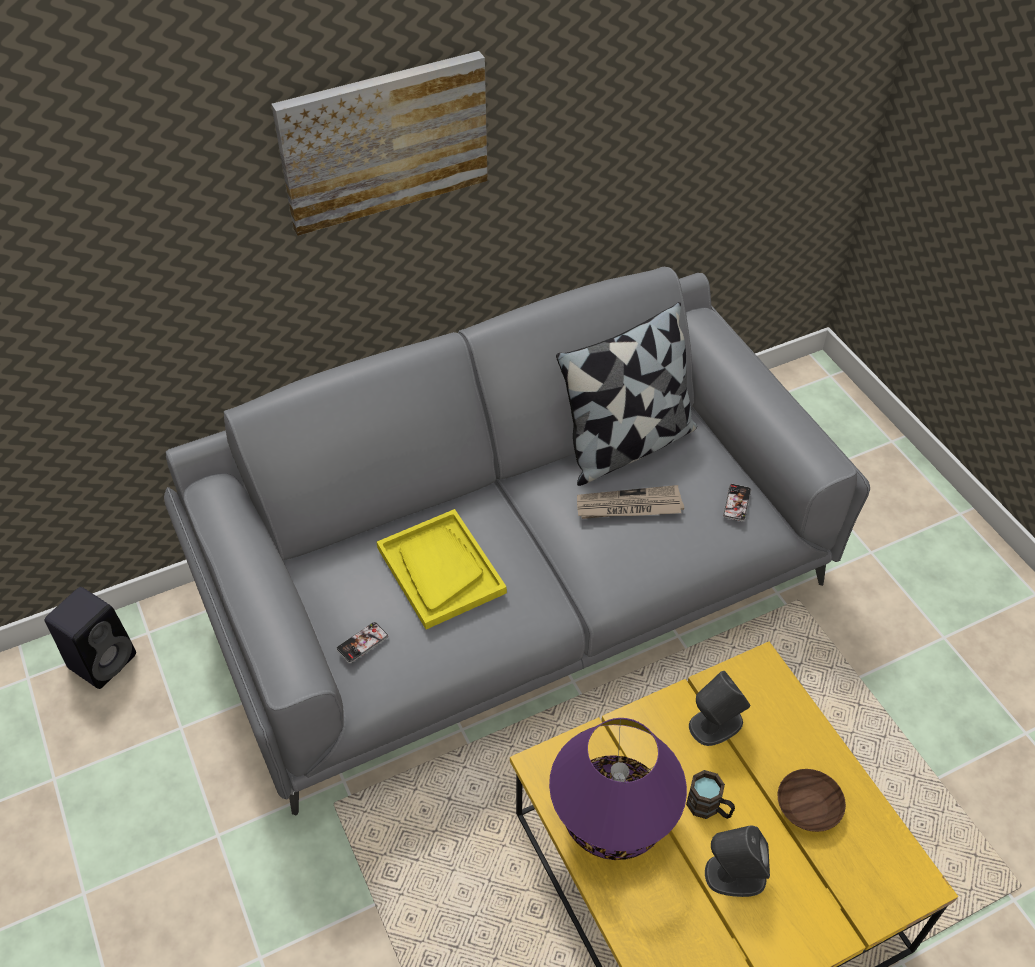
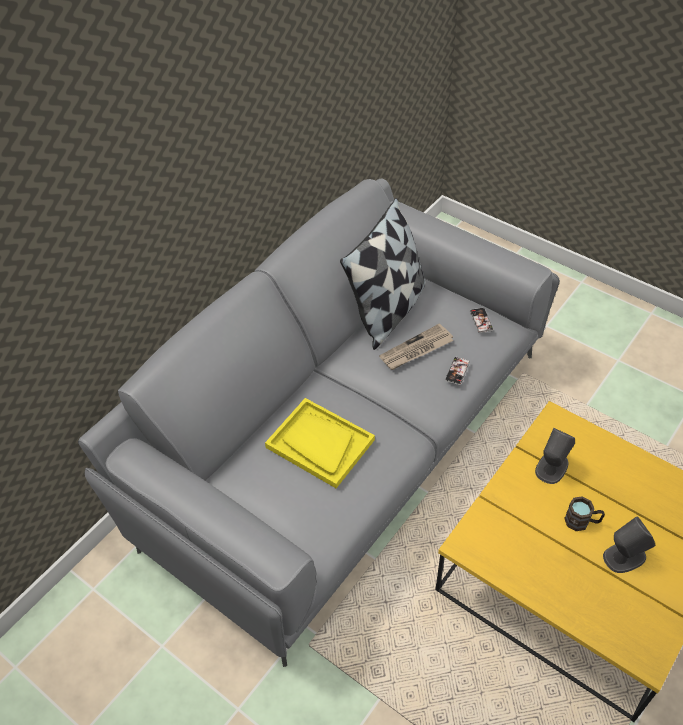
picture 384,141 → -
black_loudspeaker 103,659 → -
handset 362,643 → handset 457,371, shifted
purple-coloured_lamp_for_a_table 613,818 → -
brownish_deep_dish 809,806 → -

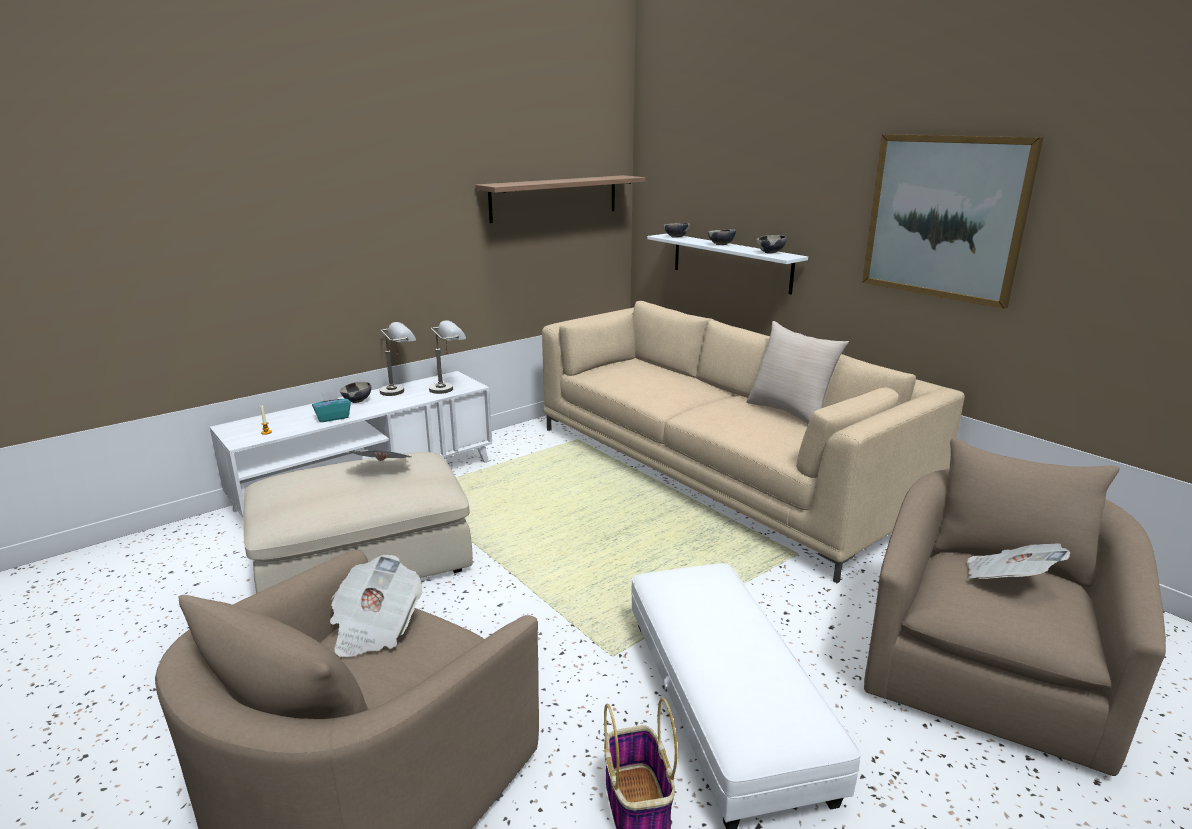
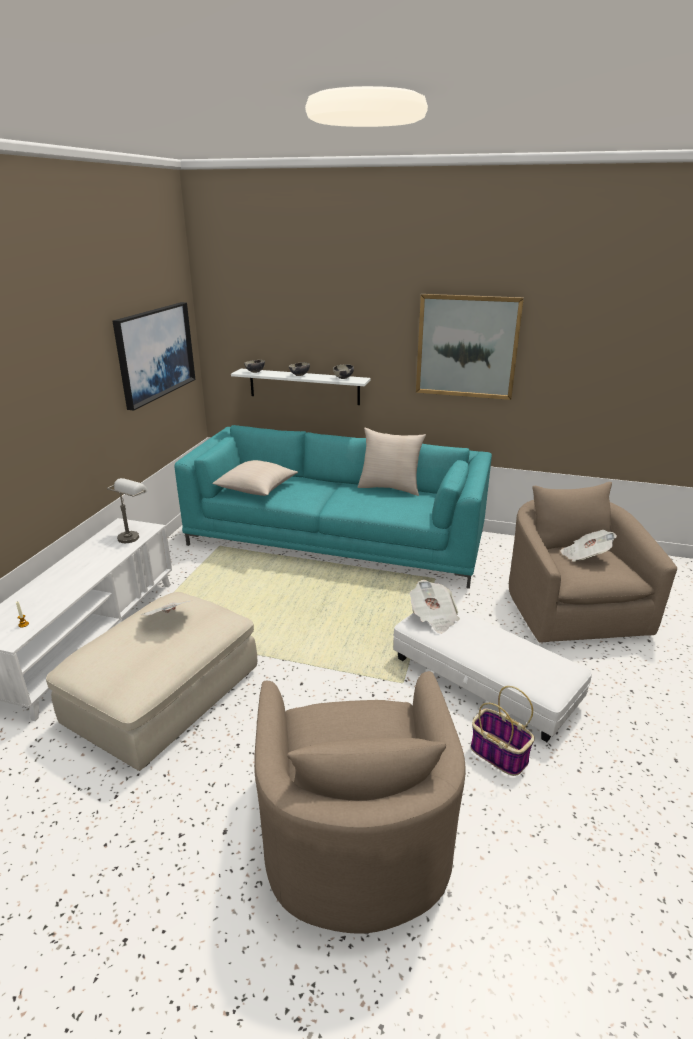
bracket_shelf 554,198 → picture 155,353
sand-coloured_sofa 716,470 → turquoise_sofa 336,539
grey_lamp_for_a_table 400,390 → -
deep_dish 357,401 → -
turquoise_tissue_holder 333,417 → -
printed_paper 375,627 → printed_paper 433,617, shifted
- → sand-coloured_pillow 256,488

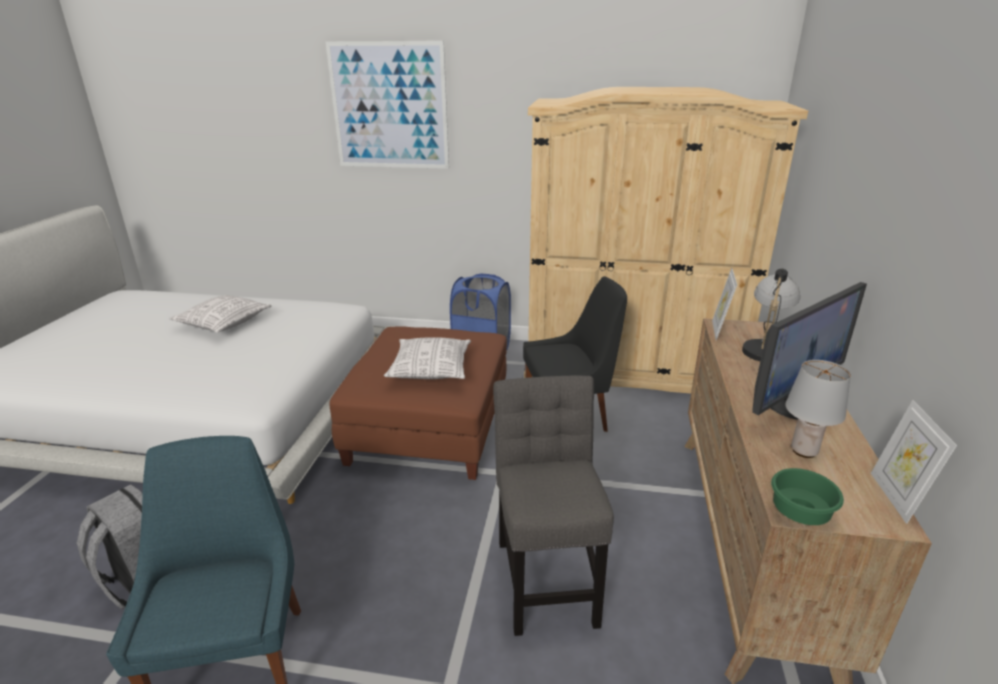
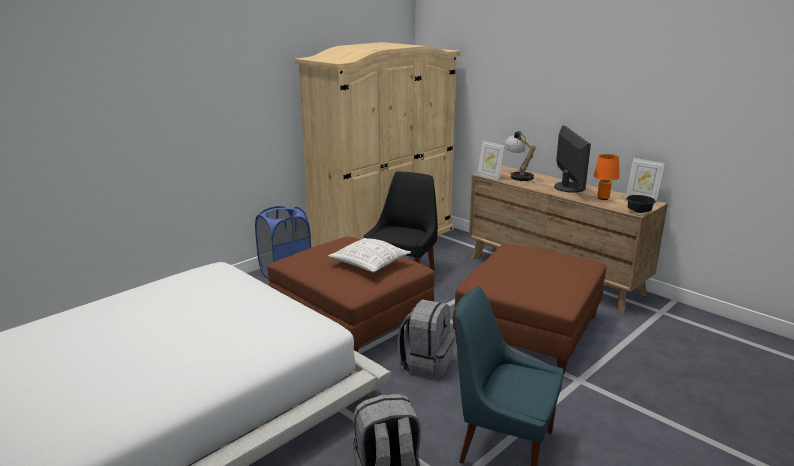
picture 389,106 → -
pillow 224,323 → -
grey_lamp_for_a_table 804,451 → orange-coloured_lamp_for_a_table 603,198
grey_upright_chair 547,575 → brownish_footrest 528,329
green_deep_dish 798,511 → black_deep_dish 638,211
- → grey_rucksack 426,364

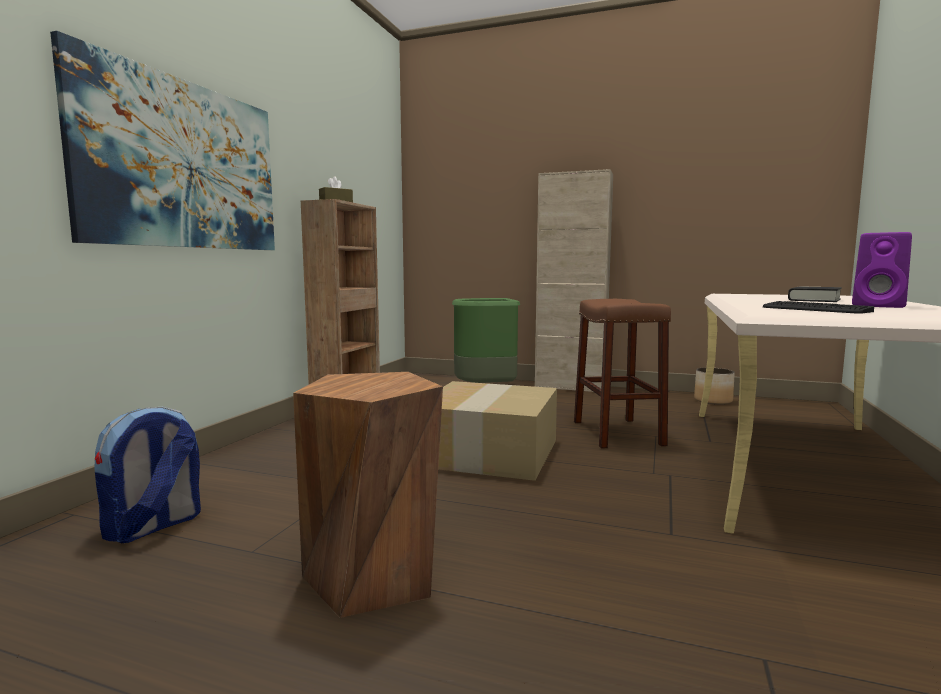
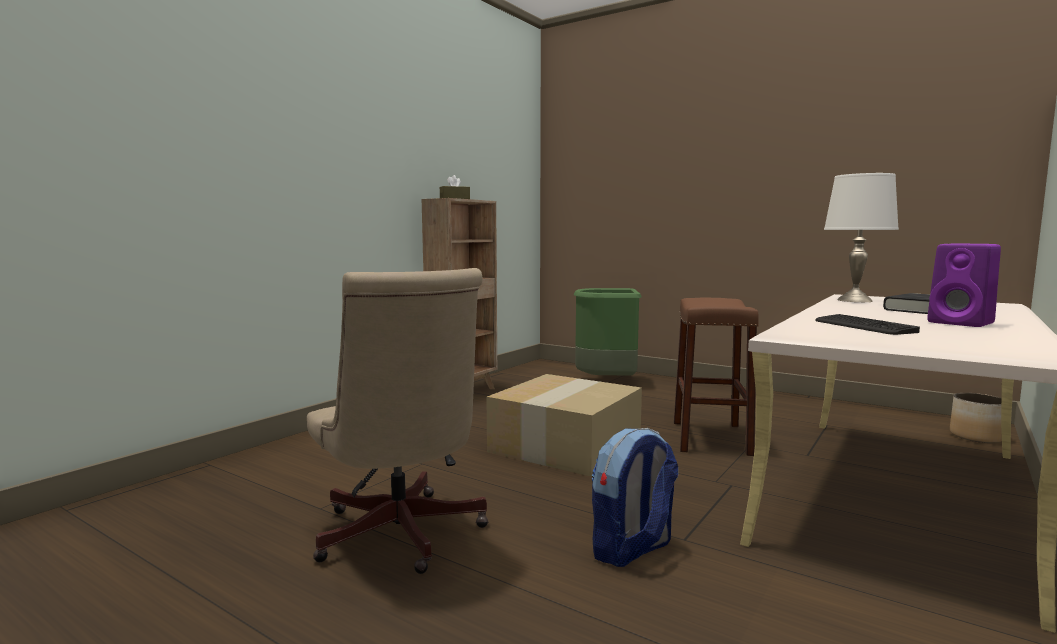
picture 184,165 → -
sand-coloured_storage_cabinet 570,387 → -
plant_pot 713,401 → plant_pot 977,436, shifted
brownish_stool_seat 374,574 → sand-coloured_computer_chair 401,538
rucksack 153,526 → rucksack 632,550, shifted
- → white-coloured_lamp_for_a_table 855,300

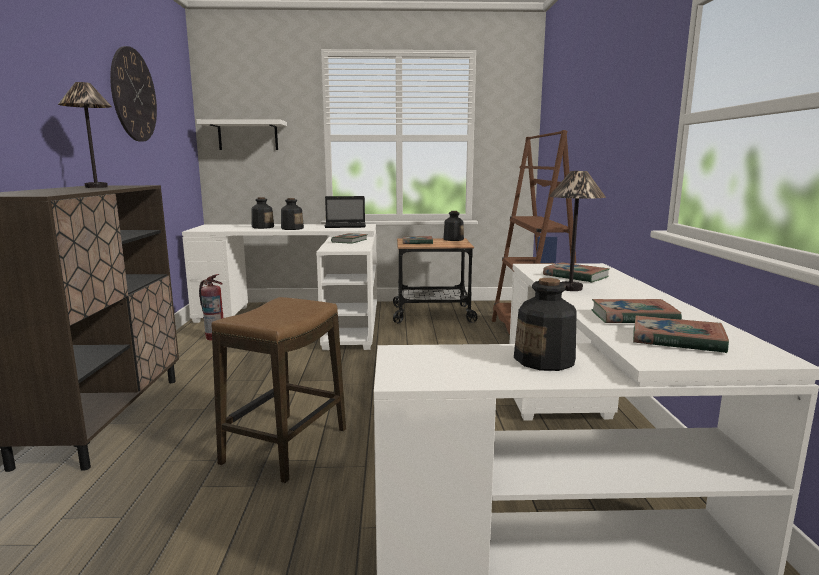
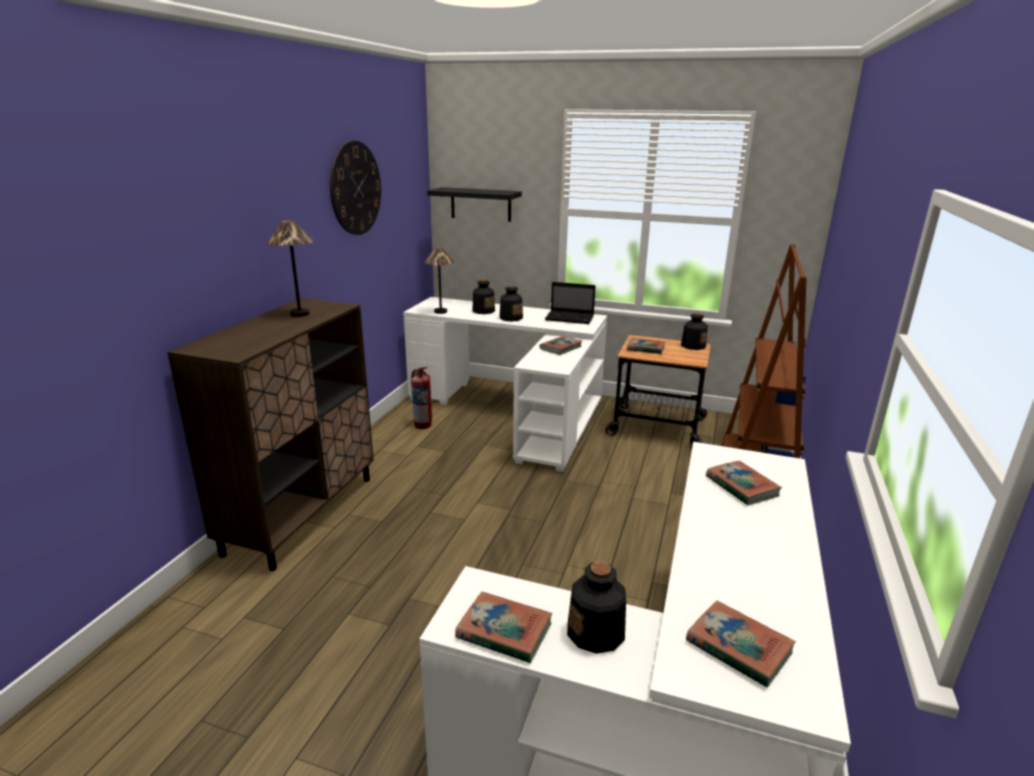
white-coloured_bracket_shelf 248,135 → black_bracket_shelf 481,204
lamp_for_a_table 570,288 → lamp_for_a_table 441,311, shifted
stool_seat 285,446 → -
volume 633,317 → volume 504,631, shifted

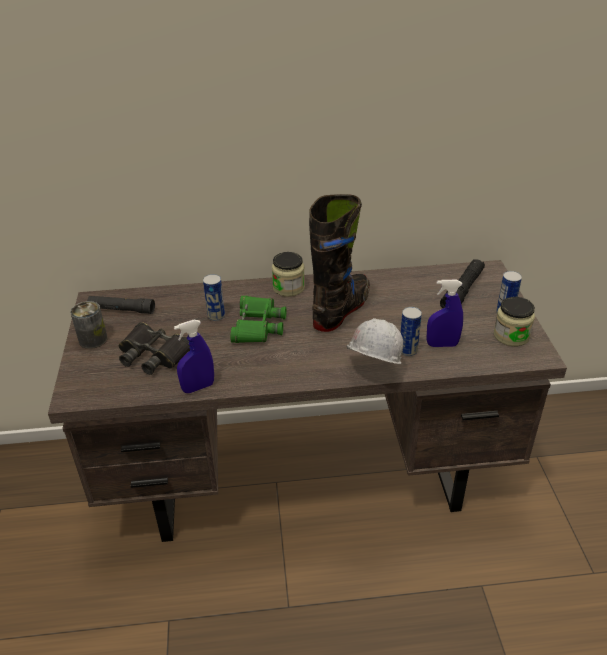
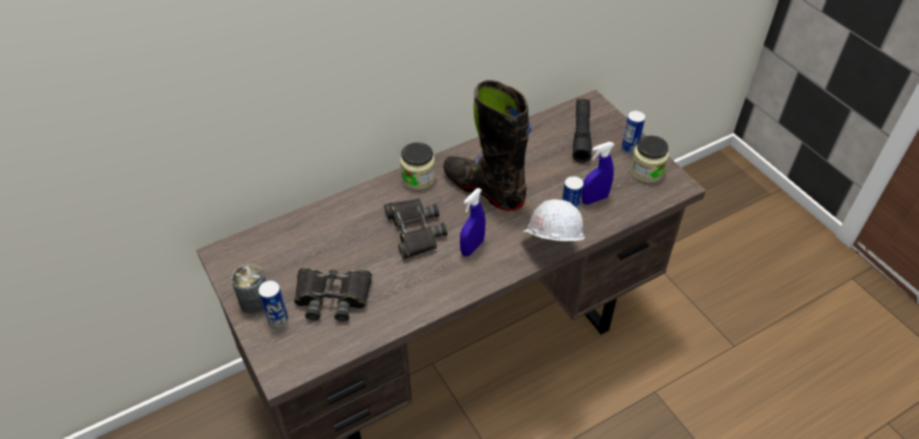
black_tall_boot 341,310 → black_tall_boot 484,189, 60 degrees counterclockwise
can 216,316 → can 278,320, shifted
black_hand_torch 121,310 → -
green_pair_of_binoculars 257,325 → black_pair_of_binoculars 414,231
bluish_sprayer 198,387 → bluish_sprayer 472,247, shifted

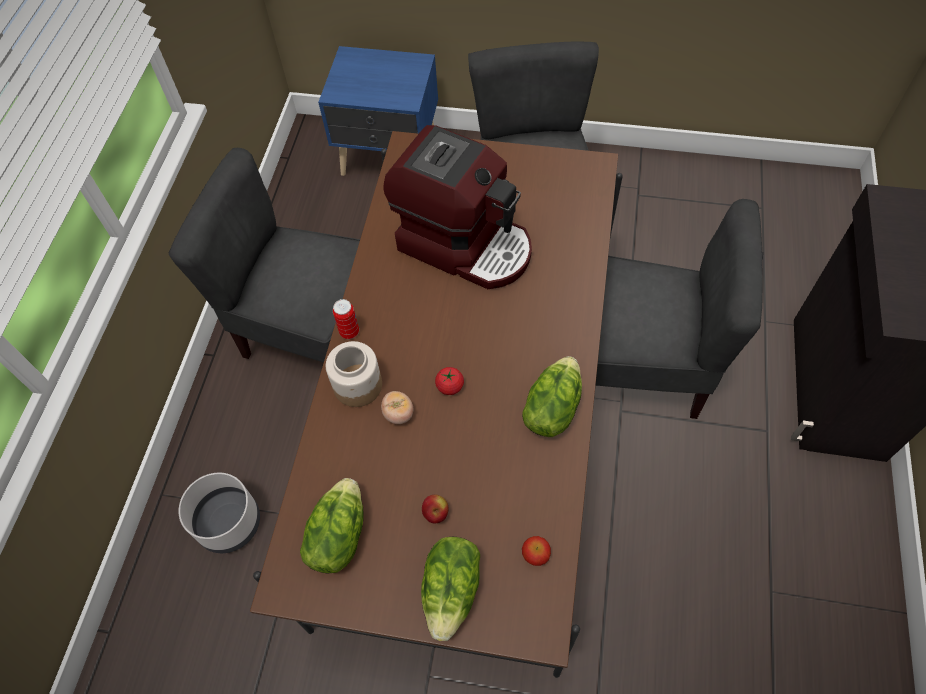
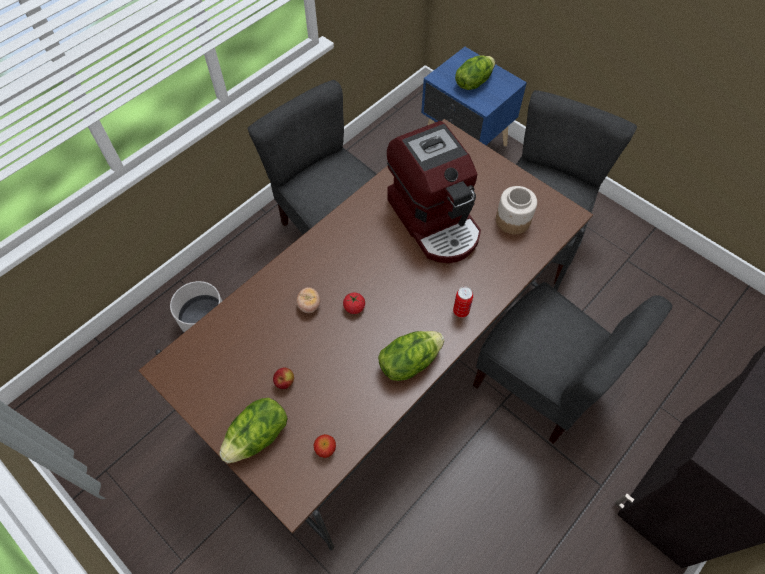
can 349,332 → can 461,311, shifted
preserve_jar 357,386 → preserve_jar 512,220, shifted
lettuce_head 337,536 → lettuce_head 473,82, shifted

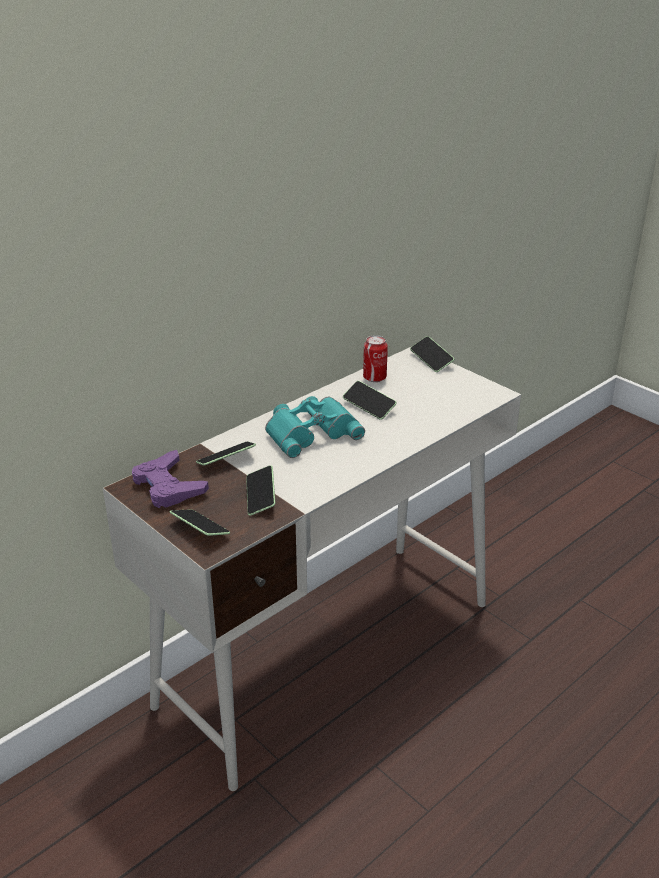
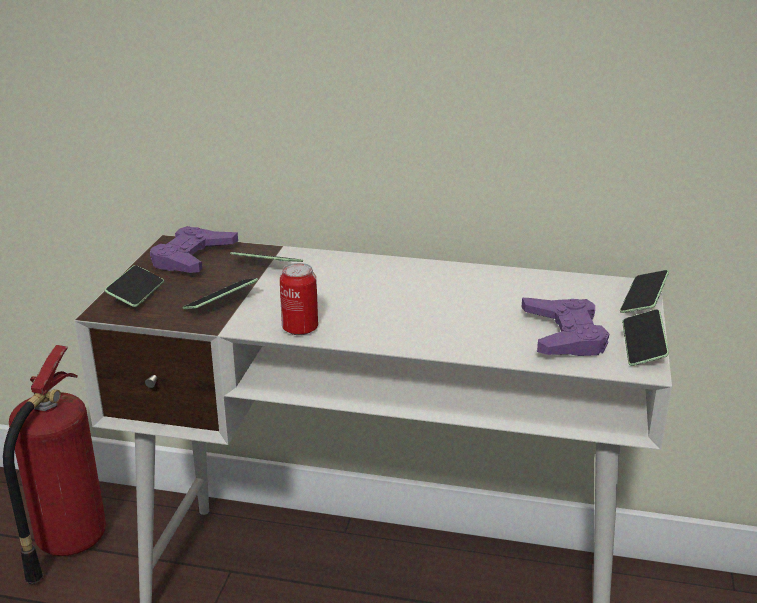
can 374,378 → can 300,328, shifted
handset 369,406 → handset 643,347, shifted
turquoise_pair_of_binoculars 311,431 → -
- → purple-coloured_gamepad 564,335
- → extinguisher 67,542

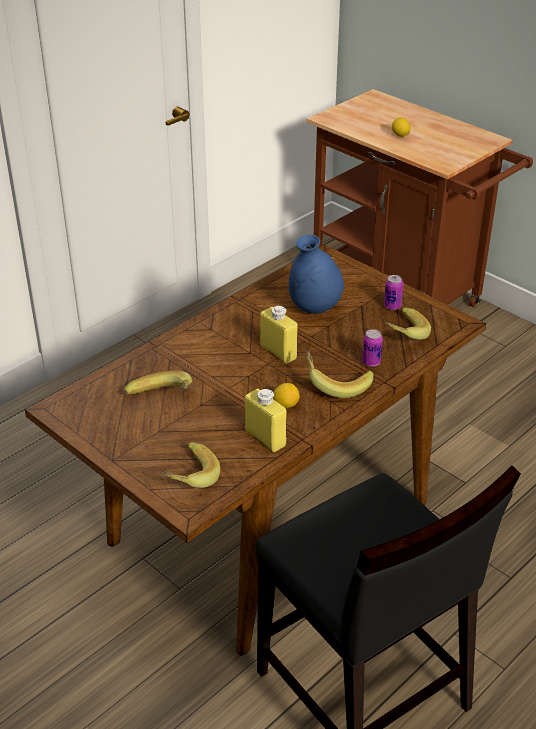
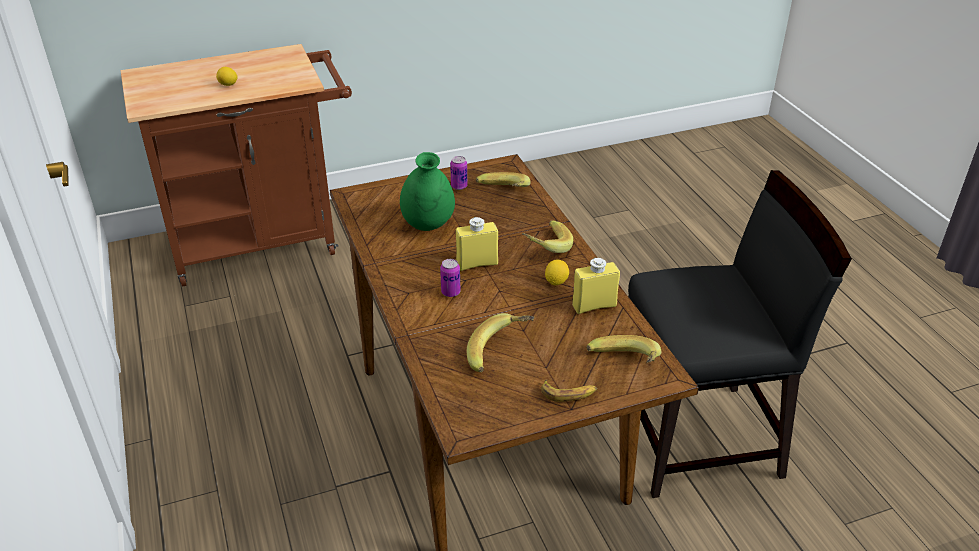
bluish_vase 314,309 → green_vase 428,225
can 371,362 → can 450,292, shifted
- → banana_fruit 569,393

